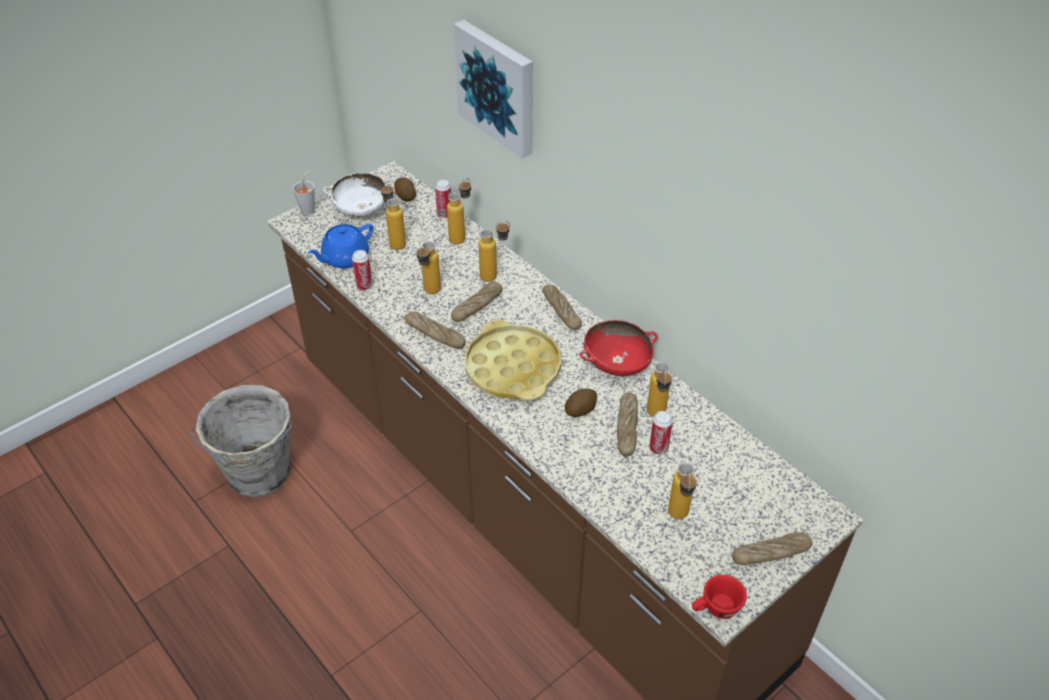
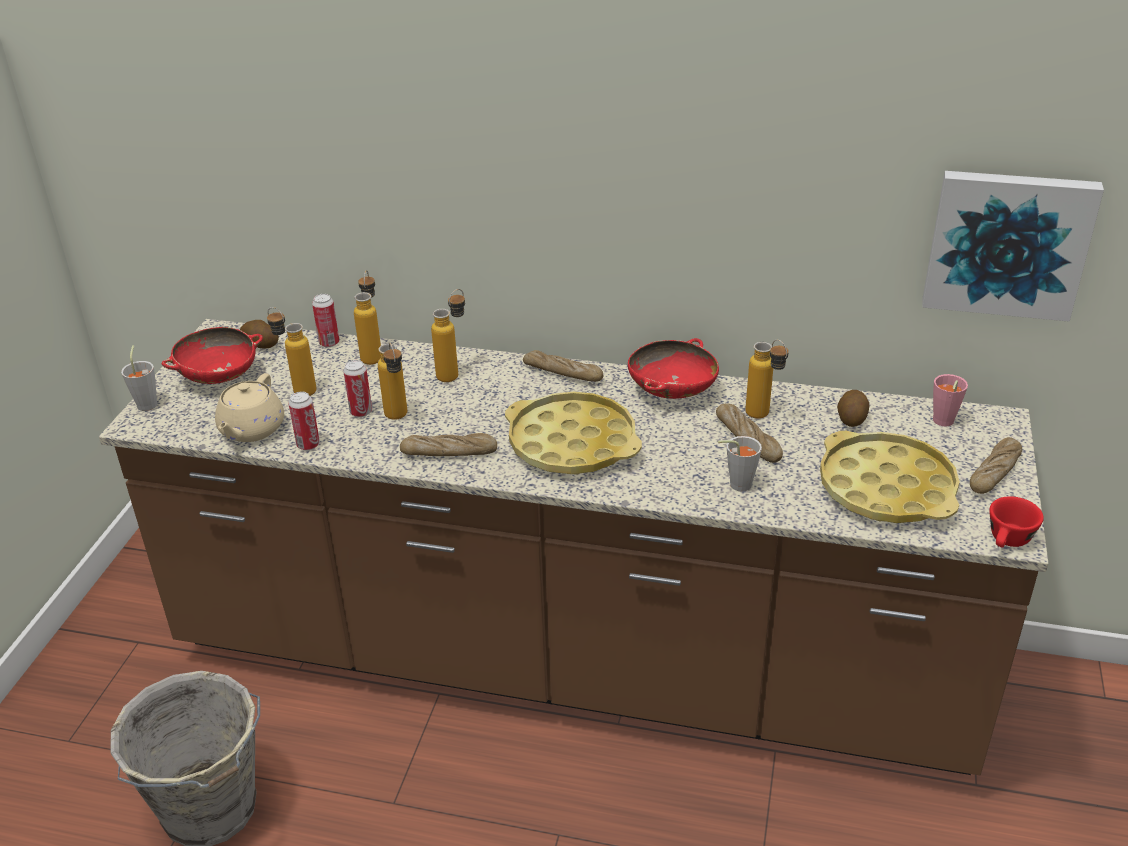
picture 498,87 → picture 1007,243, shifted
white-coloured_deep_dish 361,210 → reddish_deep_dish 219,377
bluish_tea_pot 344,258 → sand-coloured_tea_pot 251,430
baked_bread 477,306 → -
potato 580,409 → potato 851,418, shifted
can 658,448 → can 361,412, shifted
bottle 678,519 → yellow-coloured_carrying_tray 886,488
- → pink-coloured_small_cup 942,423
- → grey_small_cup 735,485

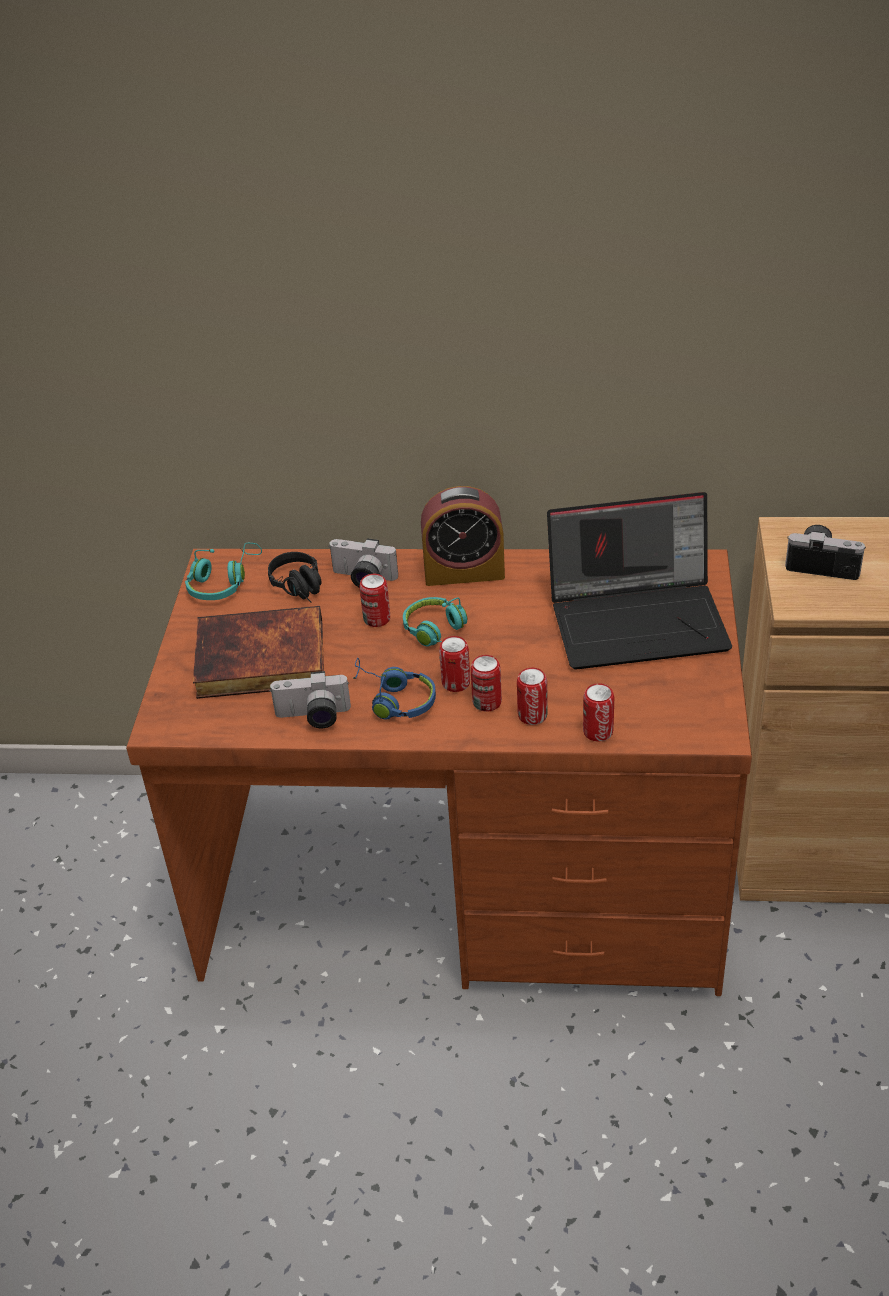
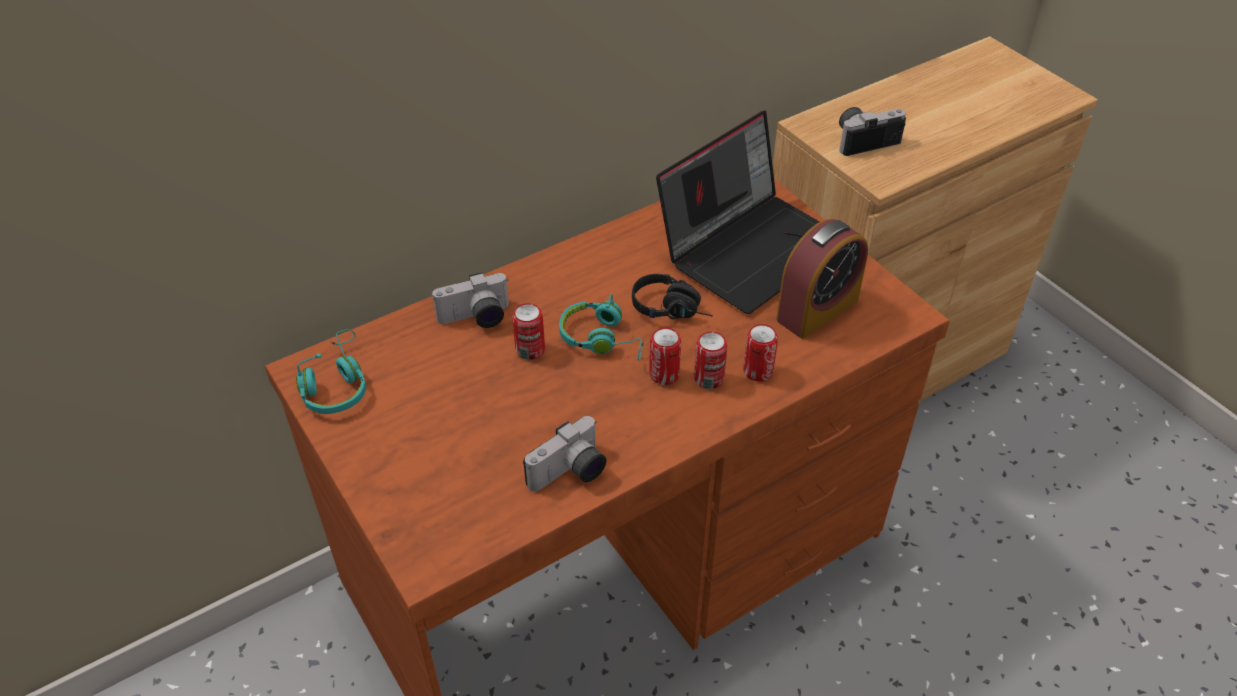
bedside_clock 464,572 → bedside_clock 817,309, shifted
black_pair_of_headphones 302,589 → black_pair_of_headphones 673,309, shifted
volume 260,661 → -
bluish_pair_of_headphones 393,699 → -
can 598,732 → -

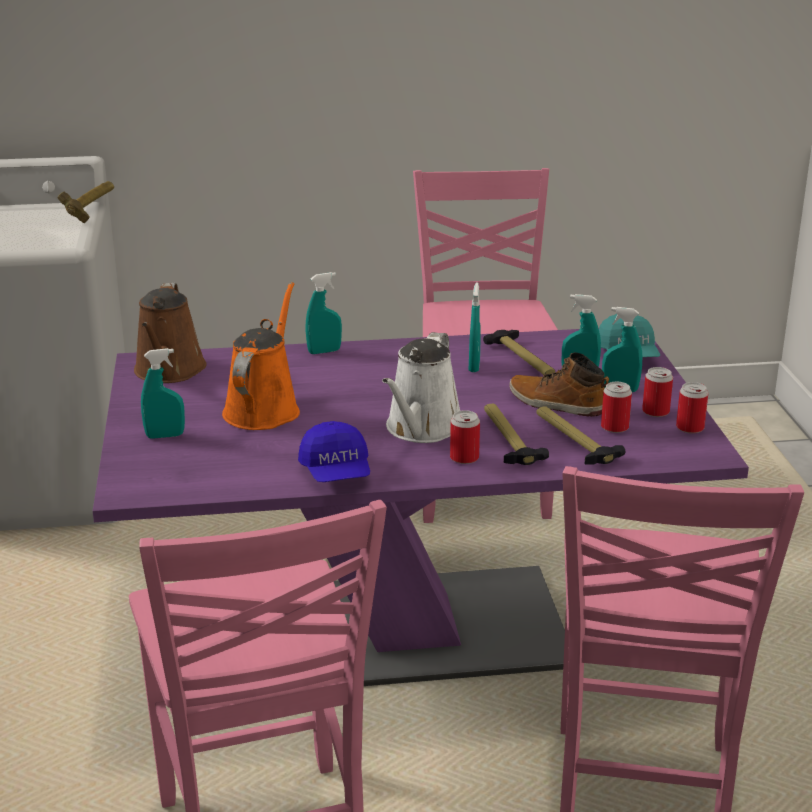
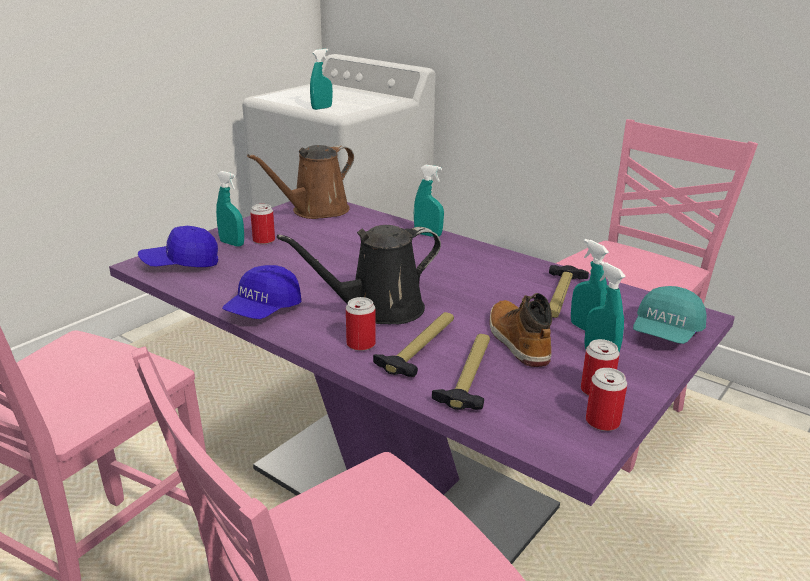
hammer 92,210 → -
orange-coloured_watering_can 264,409 → -
turquoise_sprayer 474,366 → turquoise_sprayer 322,108, shifted
white-coloured_watering_can 422,429 → black_watering_can 378,310
can 614,427 → can 264,240, shifted
- → bluish_baseball_cap 181,264

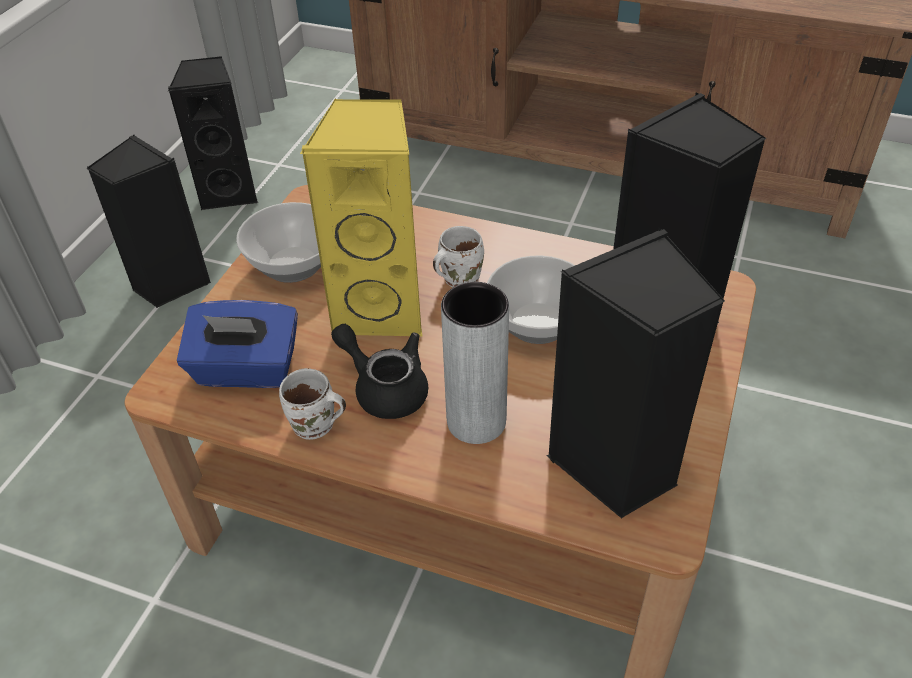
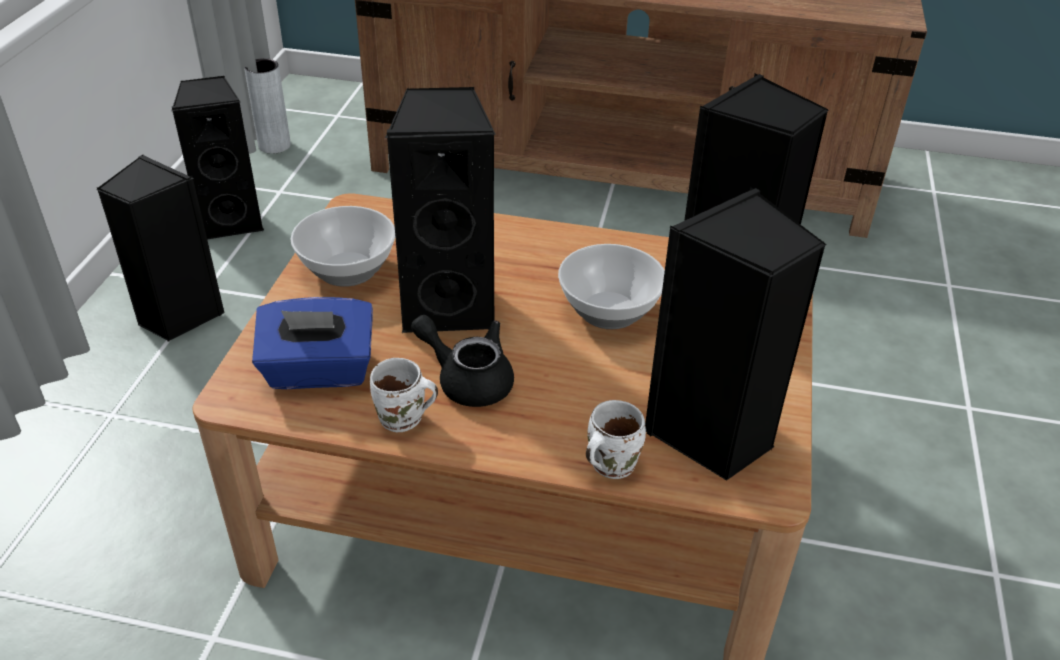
yellow-coloured_loudspeaker 382,309 → black_loudspeaker 450,306
white-coloured_coffee_mug 458,278 → white-coloured_coffee_mug 608,464, shifted
grey_vase 476,421 → grey_vase 274,145, shifted

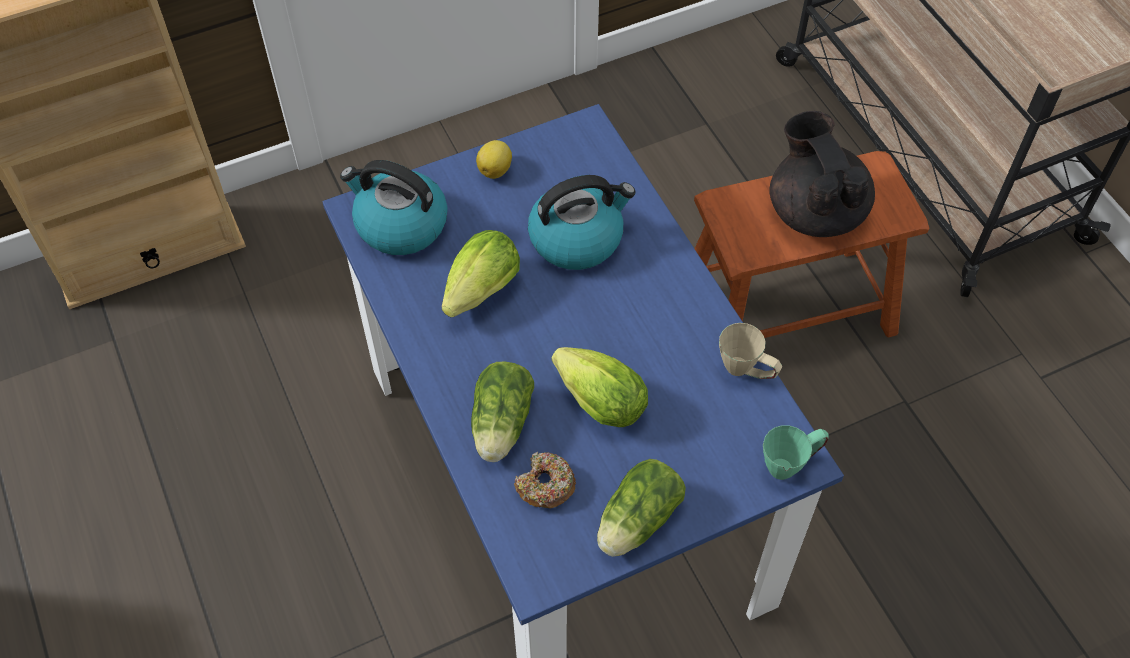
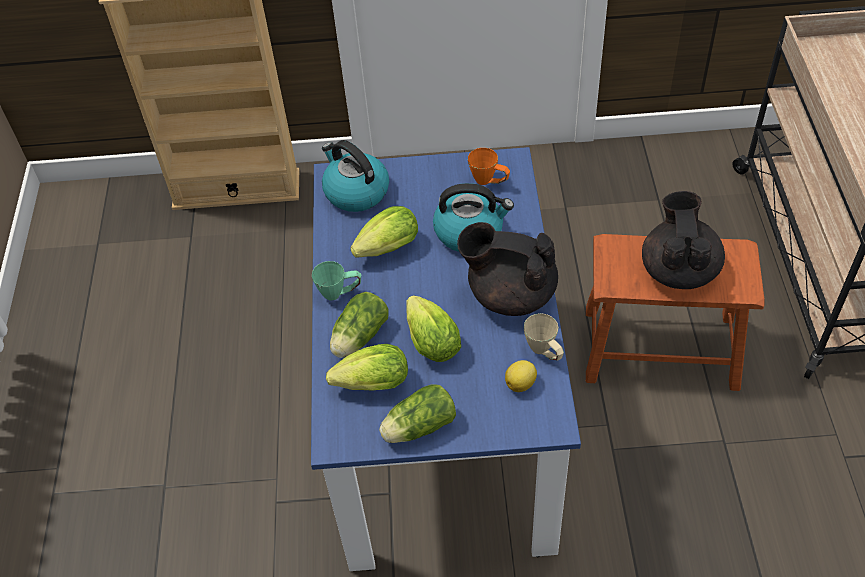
whole_lemon 495,169 → whole_lemon 521,383, shifted
green_coffee_mug 790,464 → green_coffee_mug 340,293, shifted
ring_doughnut 545,485 → lettuce_head 368,385
- → orange-coloured_coffee_mug 489,182
- → black_tea_pot 510,293

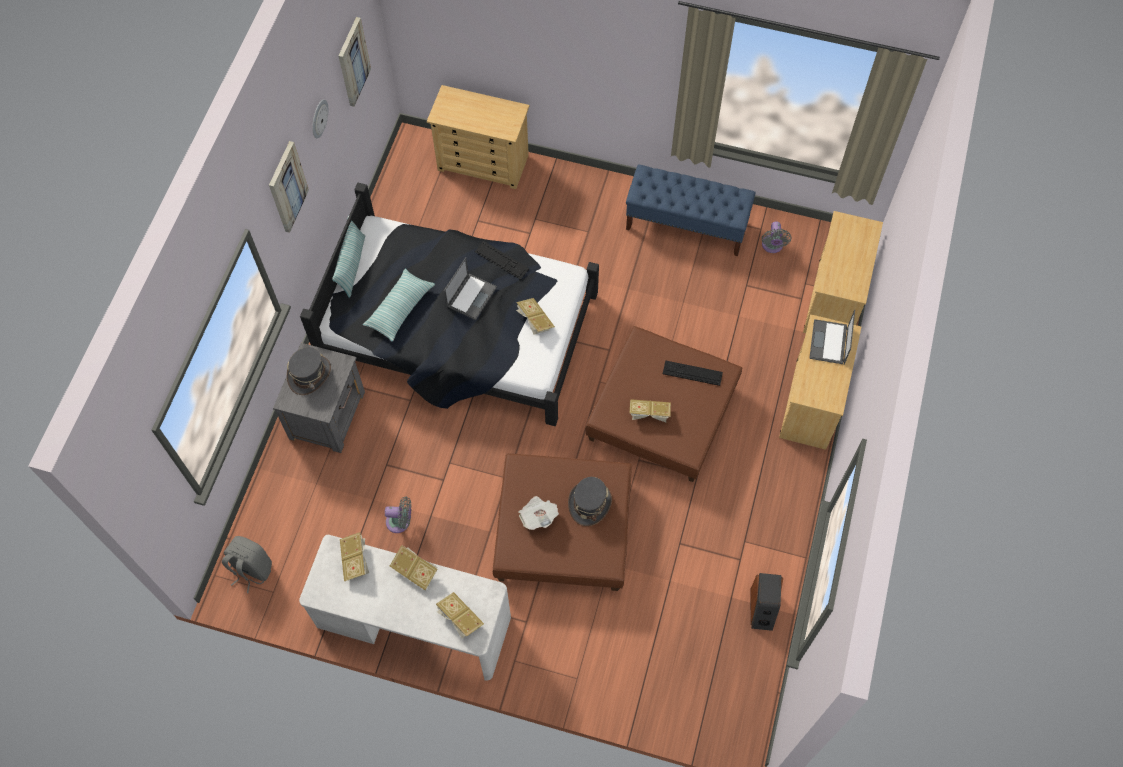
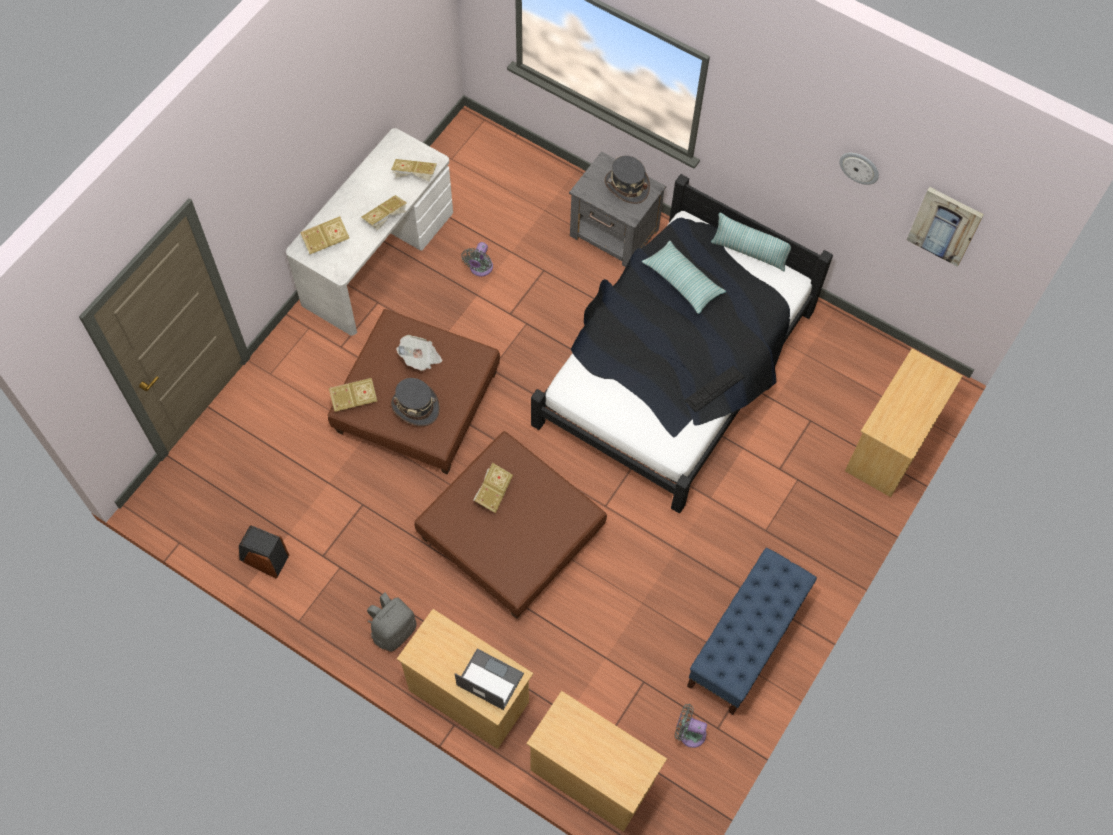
picture 287,187 → -
notebook_computer 471,296 → -
volume 534,321 → volume 354,399, shifted
keyboard 692,373 → -
grey_rucksack 251,569 → grey_rucksack 393,630, shifted

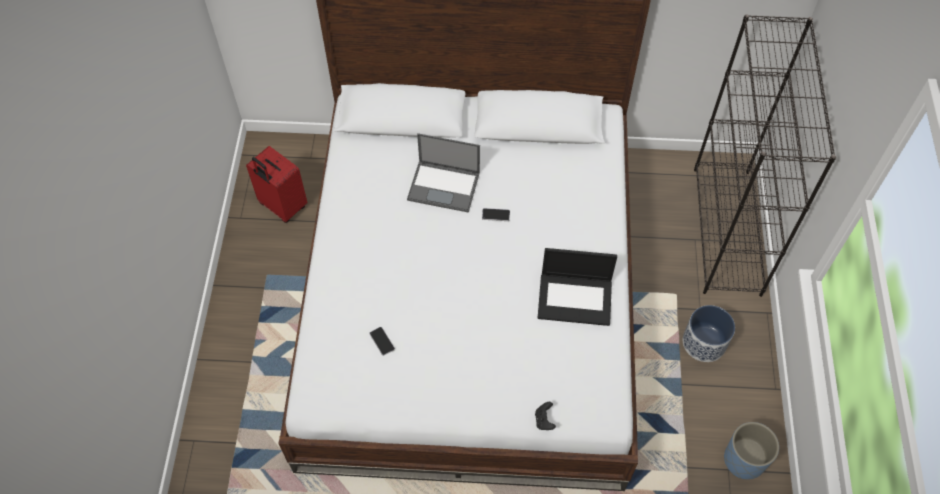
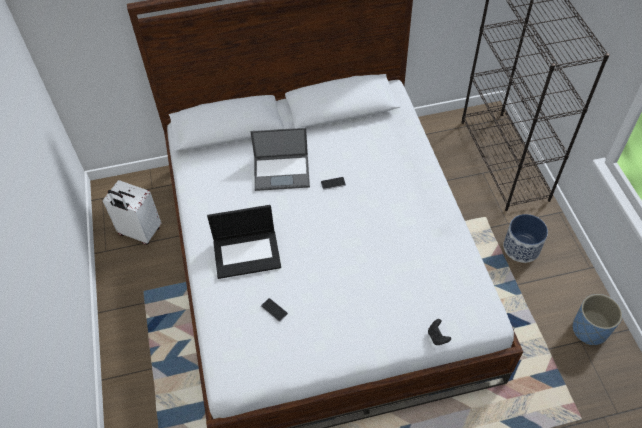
reddish_piece_of_luggage 282,206 → white-coloured_piece_of_luggage 139,232
notebook_computer 575,298 → notebook_computer 247,253, shifted

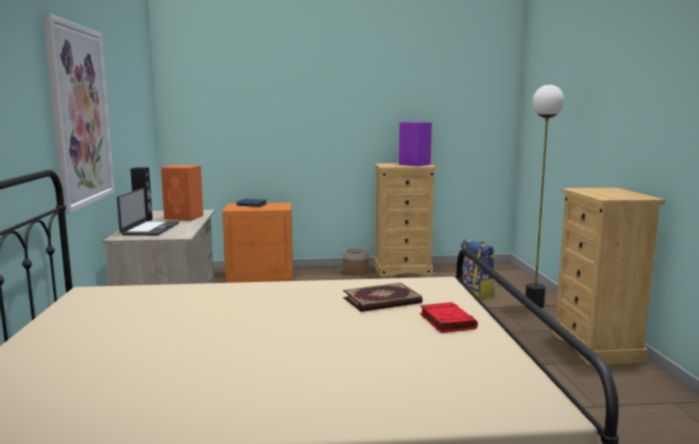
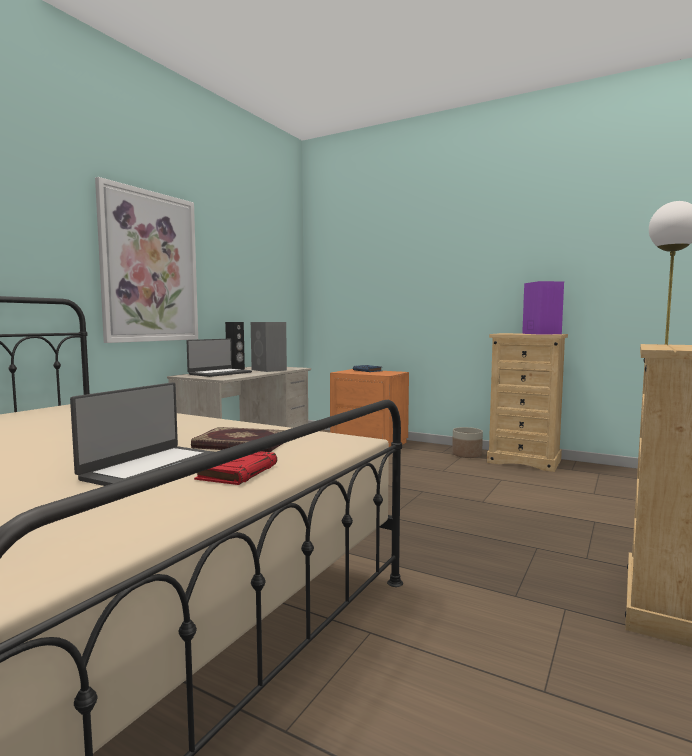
orange-coloured_loudspeaker 184,217 → grey_loudspeaker 269,370
rucksack 476,293 → -
- → notebook_computer 155,468

